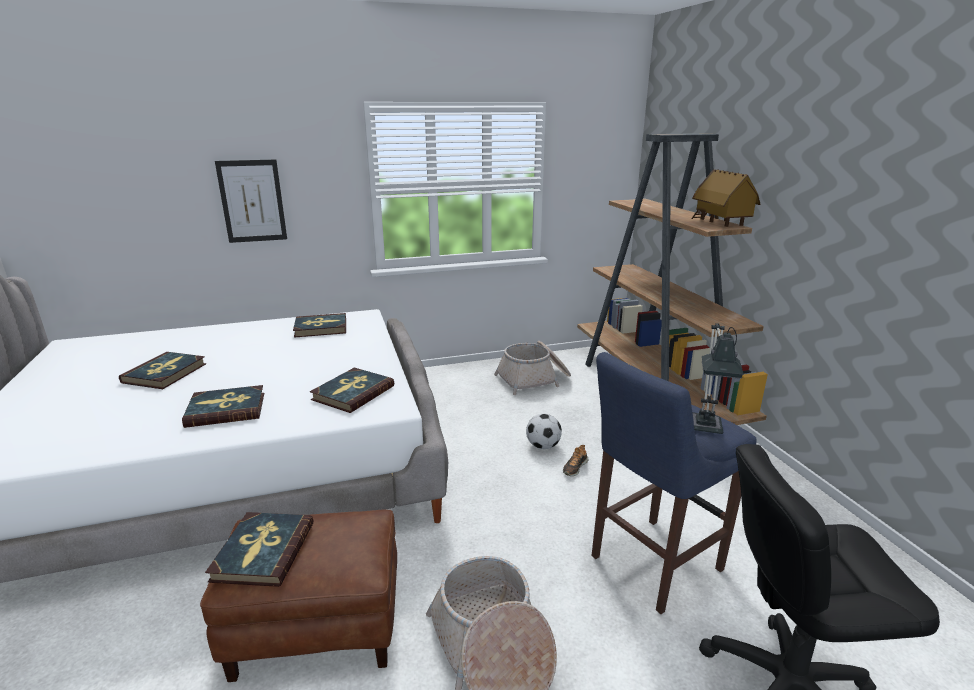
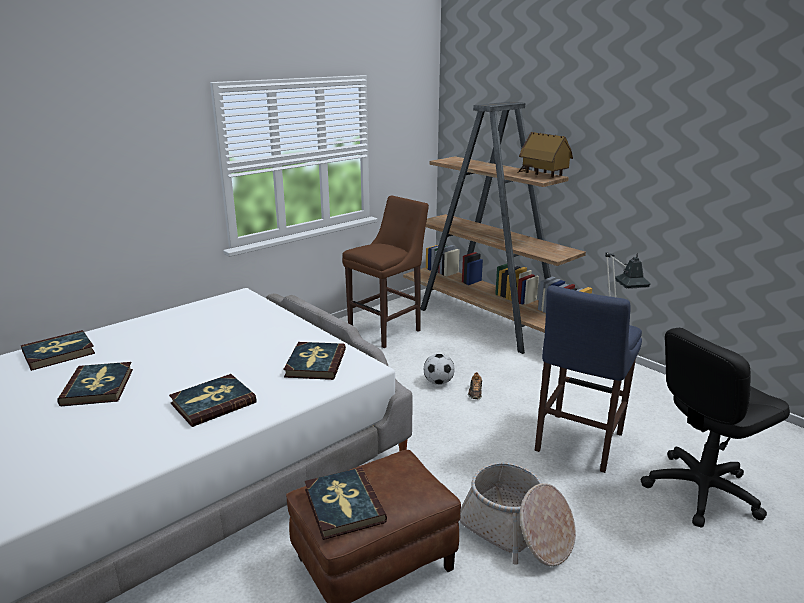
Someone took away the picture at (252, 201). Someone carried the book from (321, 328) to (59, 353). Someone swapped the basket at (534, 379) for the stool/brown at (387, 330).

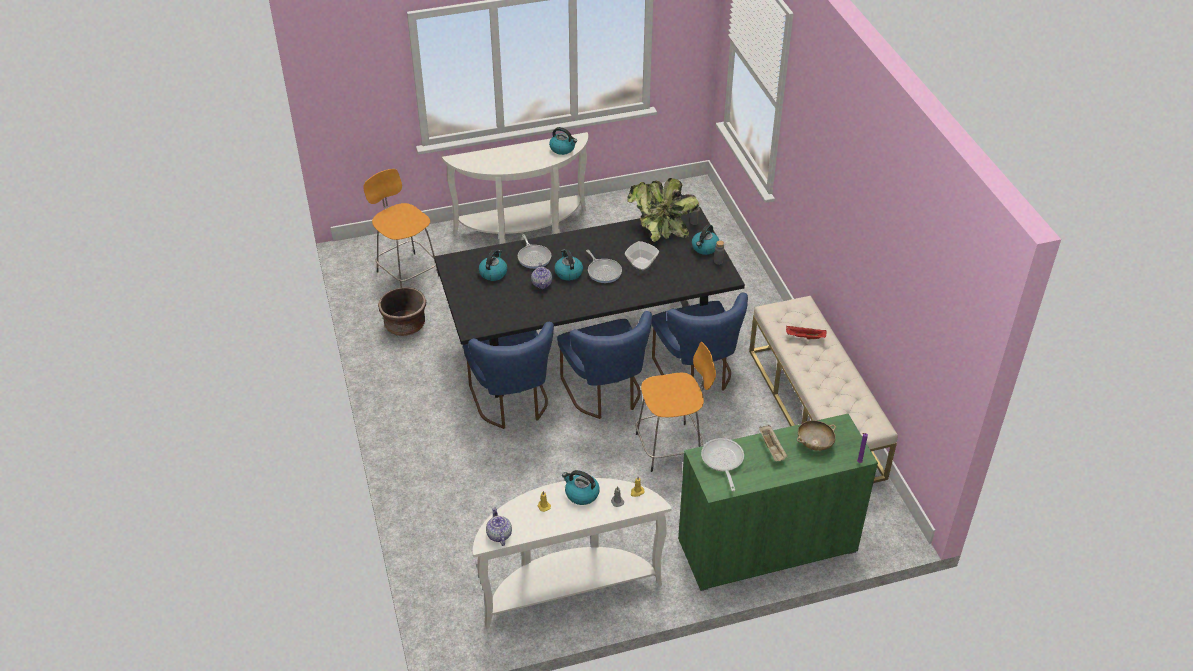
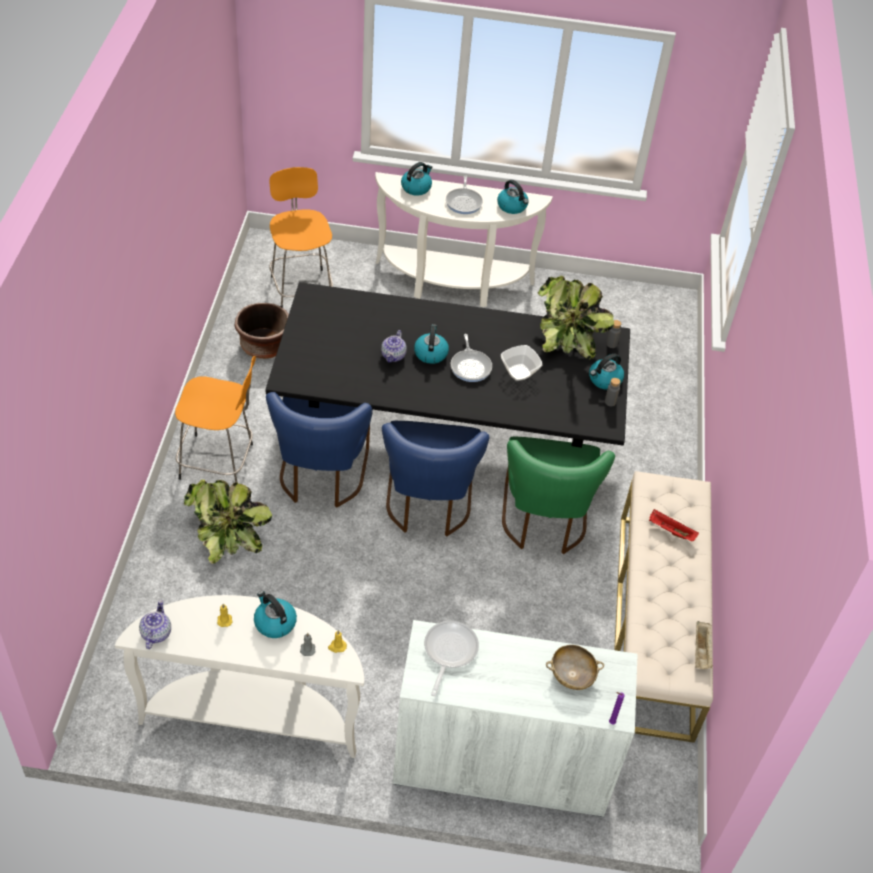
Someone carried the frying pan from (534, 257) to (464, 202). Someone carried the kettle from (493, 273) to (416, 187). Someone repainted the chair/blue at (696, 374), which became the chair/green at (544, 523). Someone carried the stool/orange from (671, 447) to (219, 462). Someone repainted the cabinet/green at (767, 546), which became the cabinet/white at (501, 763). Someone carried the tray/beige from (772, 449) to (701, 651). Someone put down the potted plant at (226, 537).

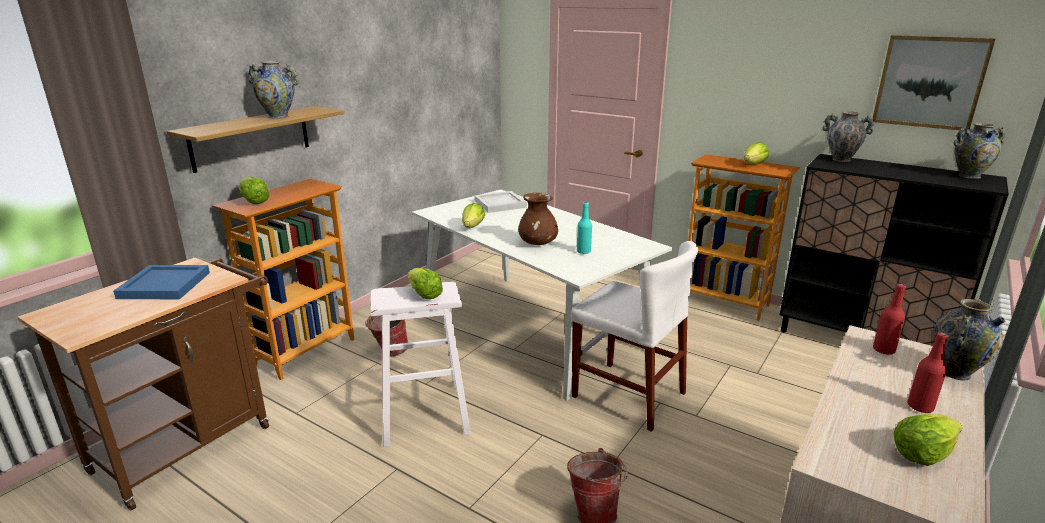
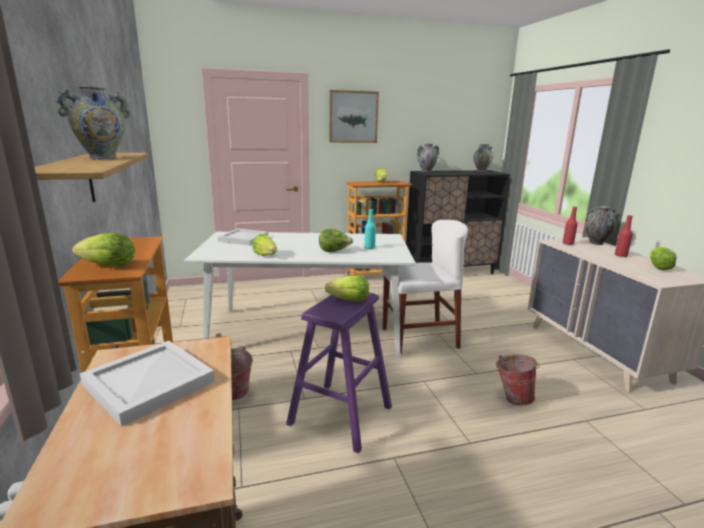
Someone carried the picture from (930, 82) to (353, 117). Someone swapped the vase/brown at (538, 243) for the lettuce at (334, 251). Someone repainted the tray/blue at (164, 285), which became the tray/white at (147, 383). Someone repainted the stool/white at (424, 413), which became the stool/purple at (340, 415).

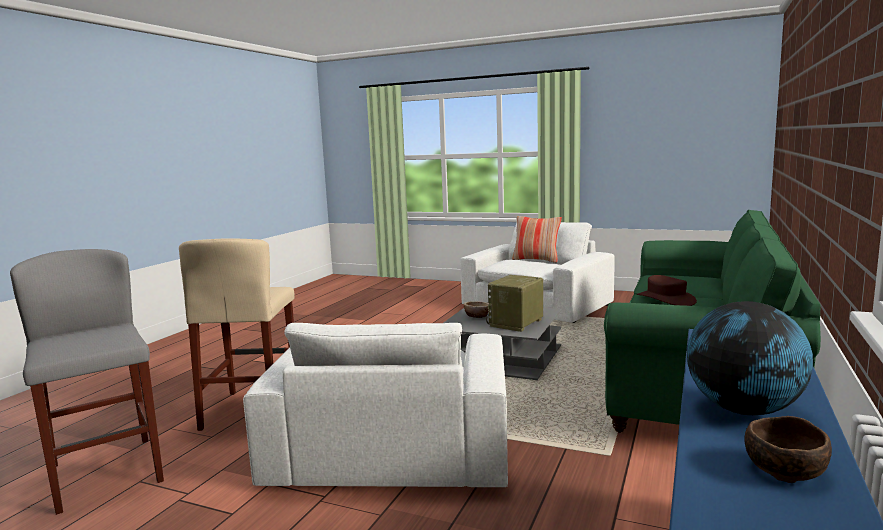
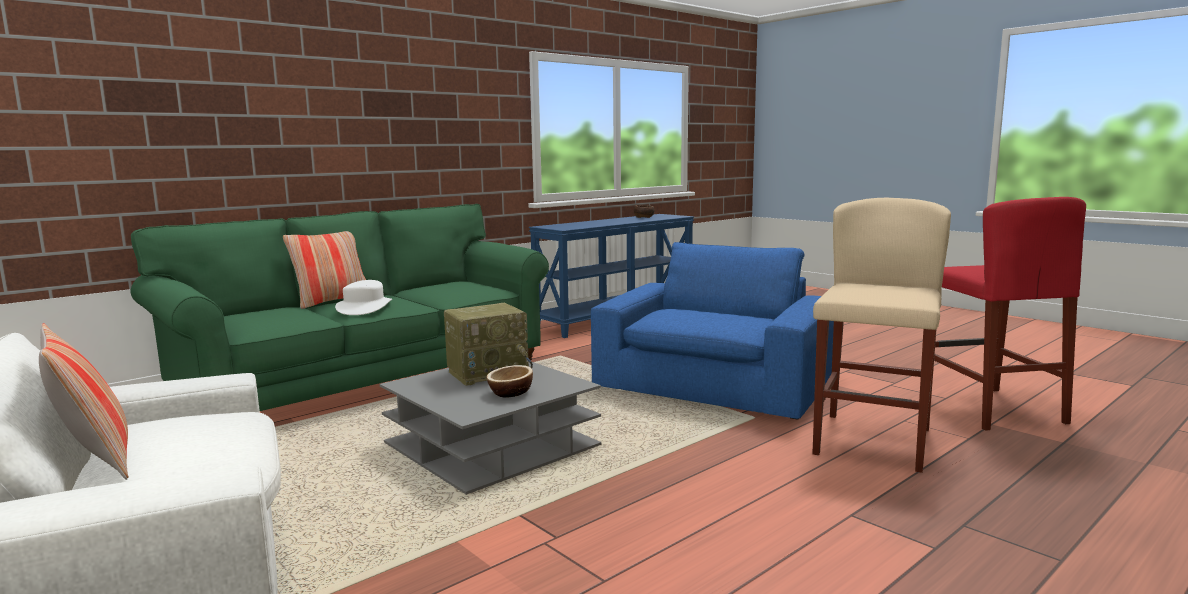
Someone repainted the stool/grey at (106, 473), which became the stool/red at (990, 408). Someone repainted the hat/brown at (666, 299), which became the hat/white at (364, 308). Someone took away the globe at (744, 410). Someone repainted the armchair/white at (391, 446), which became the armchair/blue at (714, 384). Someone put down the pillow at (332, 301).

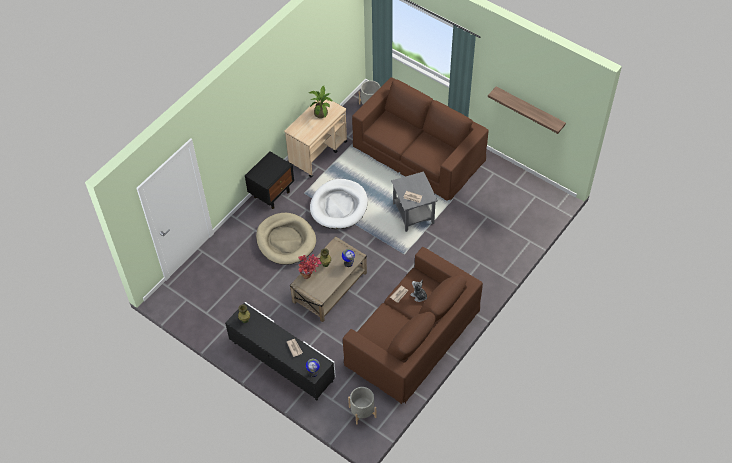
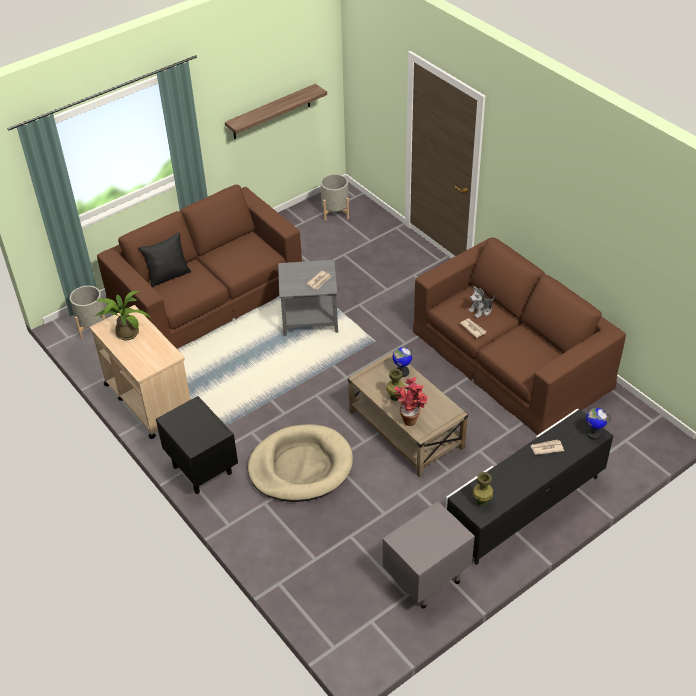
Someone took away the dog bed/white at (339, 206). Someone carried the planter/grey from (362, 412) to (335, 212). Someone put down the pillow/black at (168, 275). Someone put down the nightstand/grey at (425, 580).

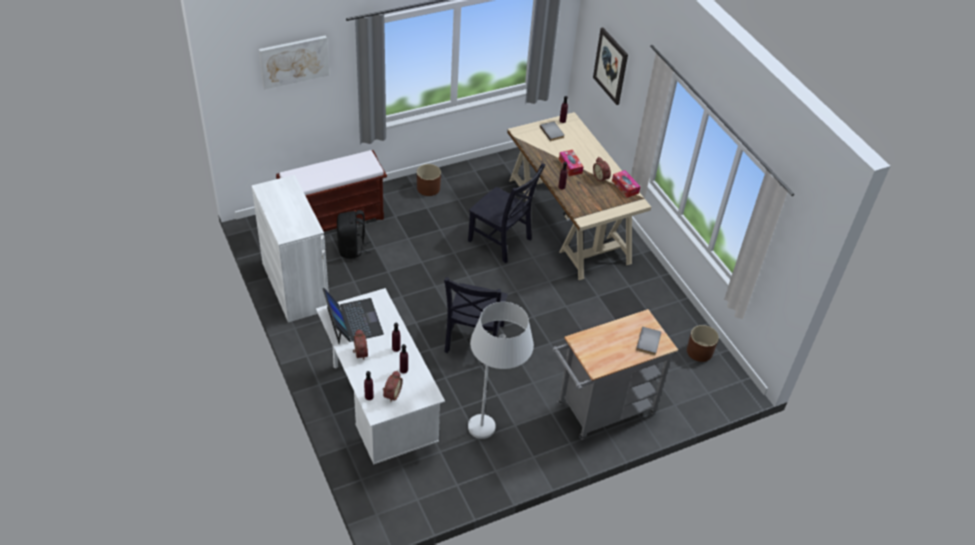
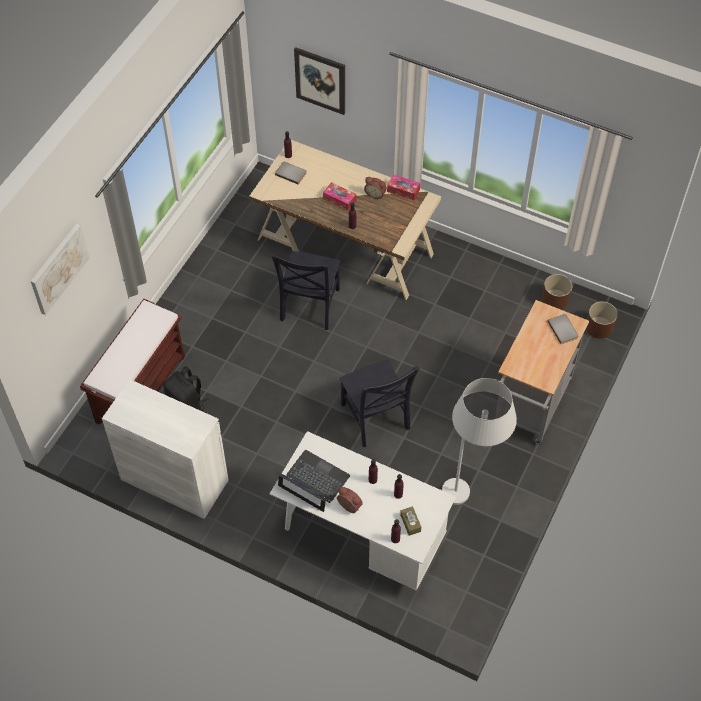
Someone rotated the chair/black at (501, 241) by 105 degrees clockwise. Someone carried the planter/brown from (428, 188) to (599, 327). Someone swapped the alarm clock at (391, 394) for the tissue box/brown at (410, 523).

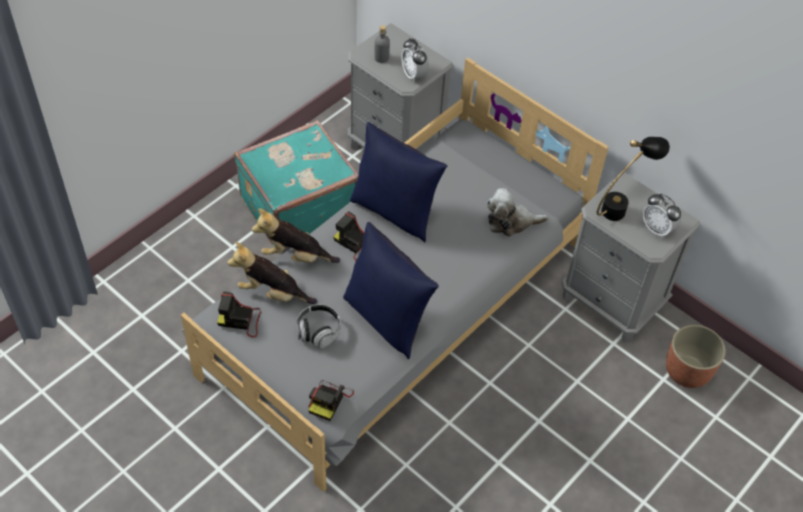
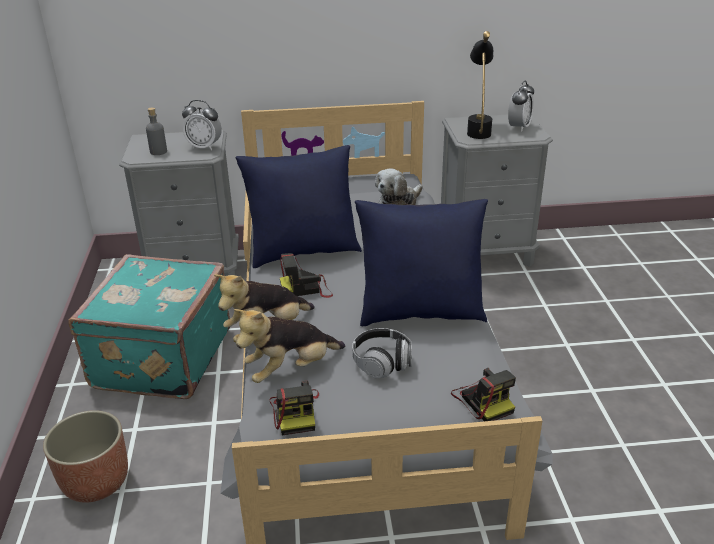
Someone rotated the alarm clock at (657, 229) by 60 degrees counterclockwise. Someone rotated the photo camera at (241, 320) by 60 degrees counterclockwise. Someone carried the planter from (687, 370) to (96, 481).

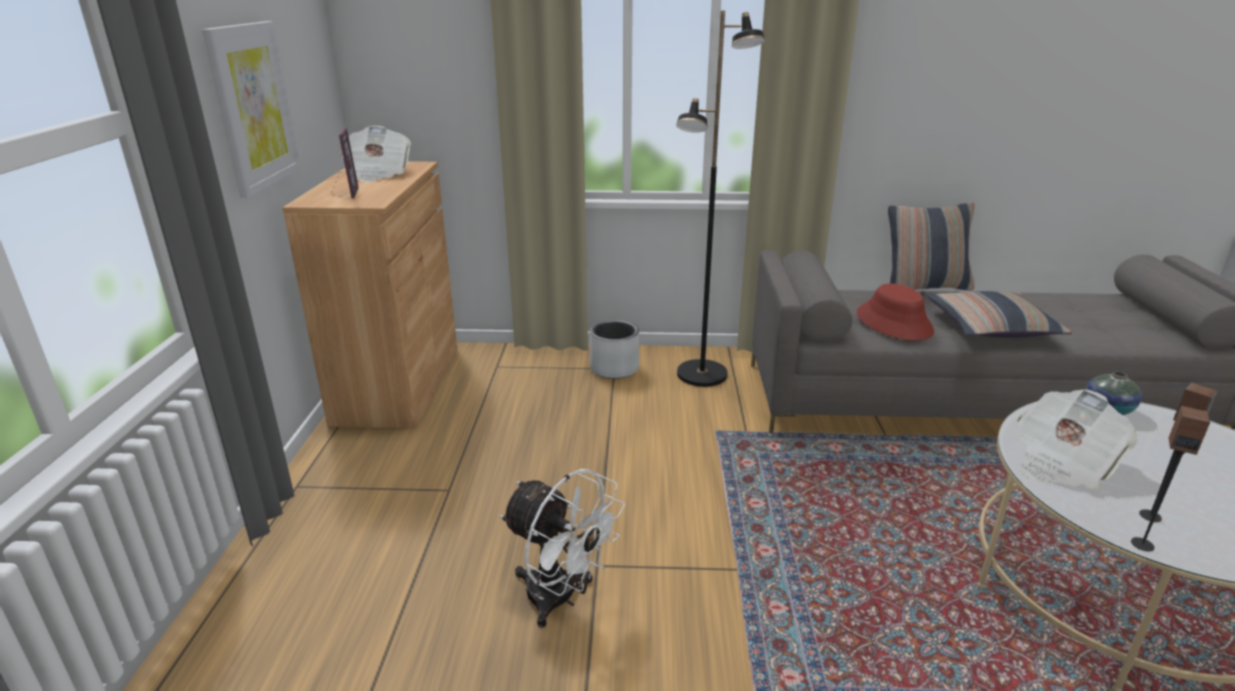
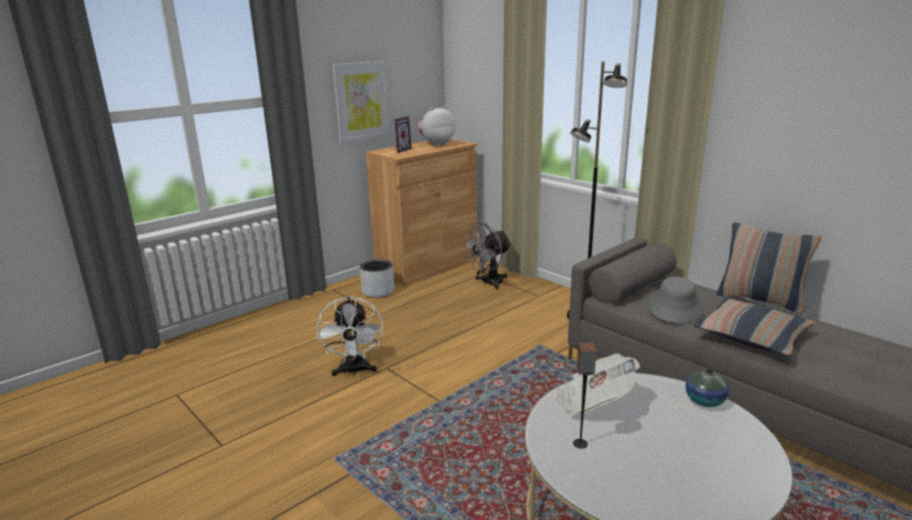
Someone swapped the newspaper at (378, 173) for the plush toy at (436, 144). Someone repainted the hat/red at (894, 322), which became the hat/grey at (675, 308). Someone carried the planter/grey from (615, 368) to (378, 292). Someone took away the speaker at (1142, 544). Someone put down the fan/grey at (488, 283).

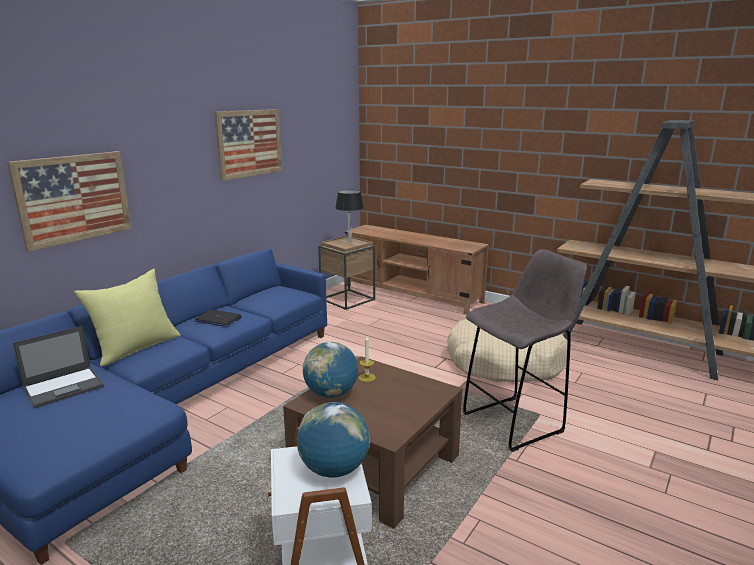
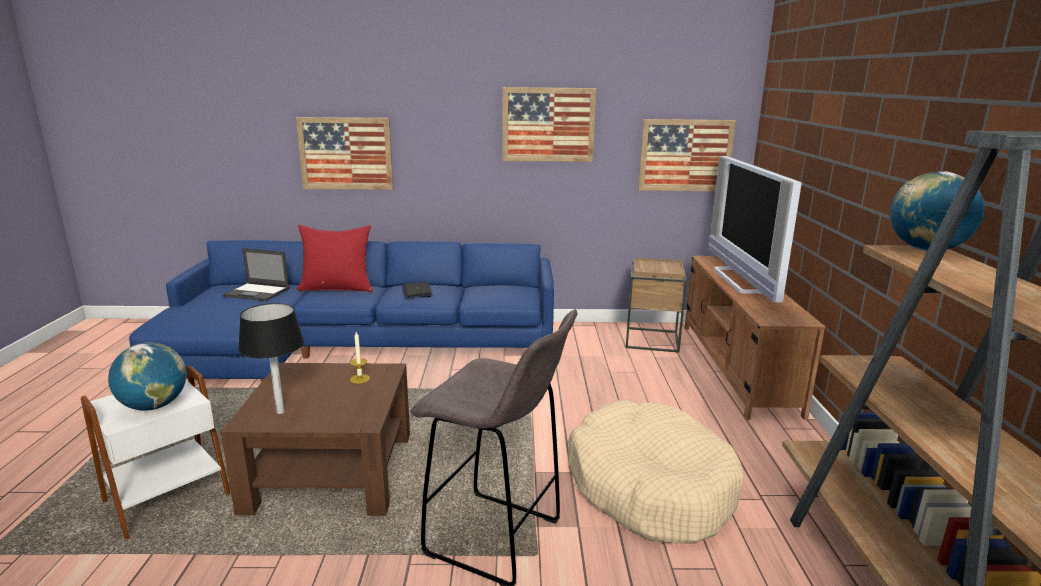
Someone carried the table lamp/black from (350, 241) to (280, 412). Someone repainted the pillow/yellow at (136, 347), which became the pillow/red at (337, 288). Someone carried the globe from (331, 394) to (926, 250). Someone put up the picture at (685, 155). Someone put down the television at (741, 280).

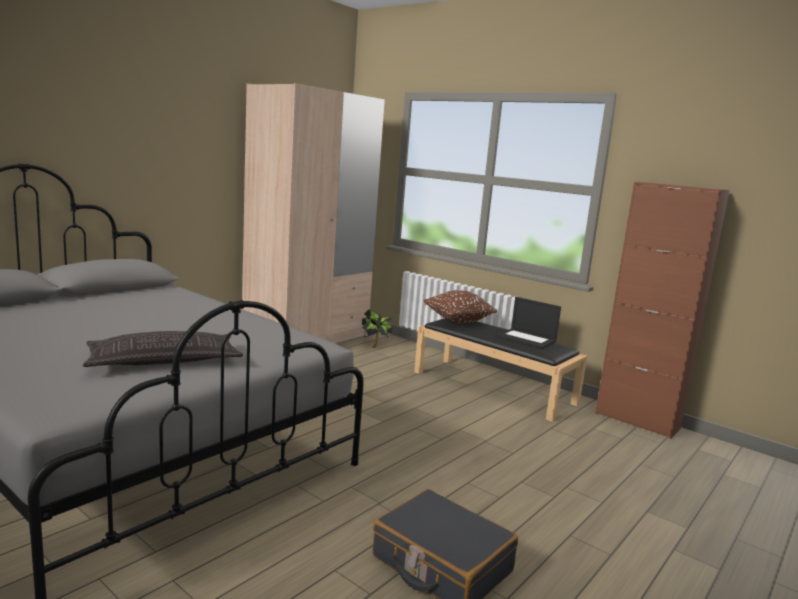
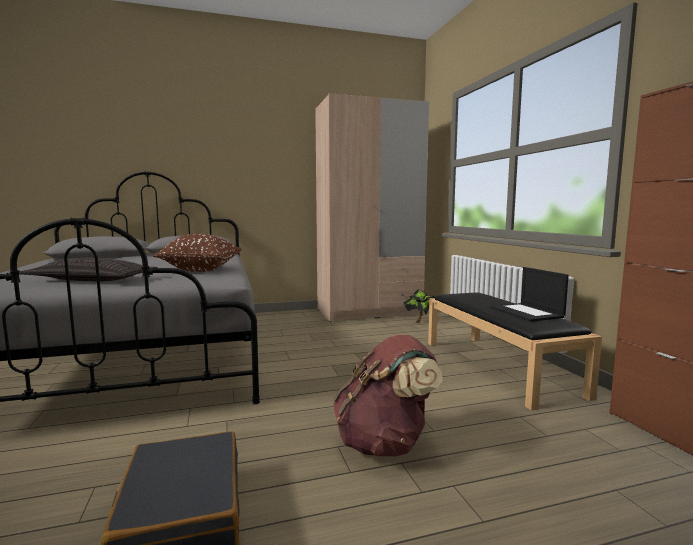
Someone carried the pillow/brown from (458, 320) to (201, 270). Someone put down the backpack/brown at (385, 444).

